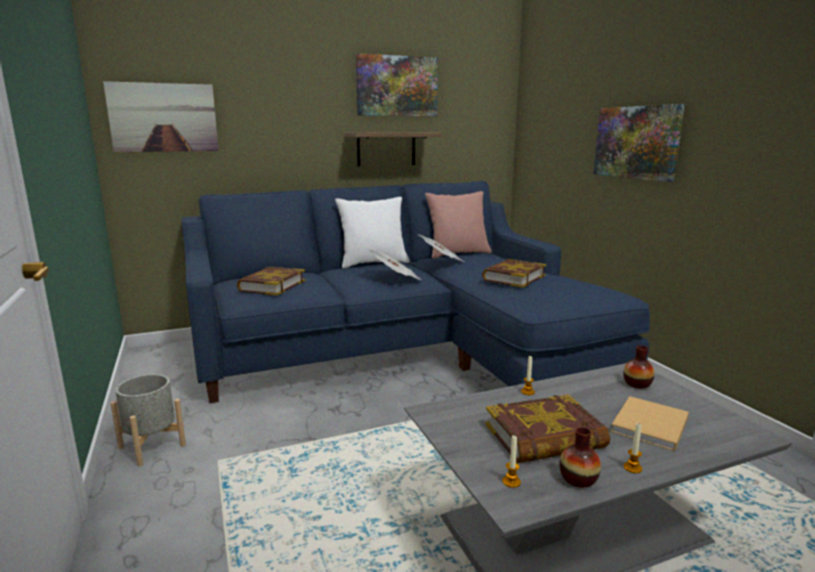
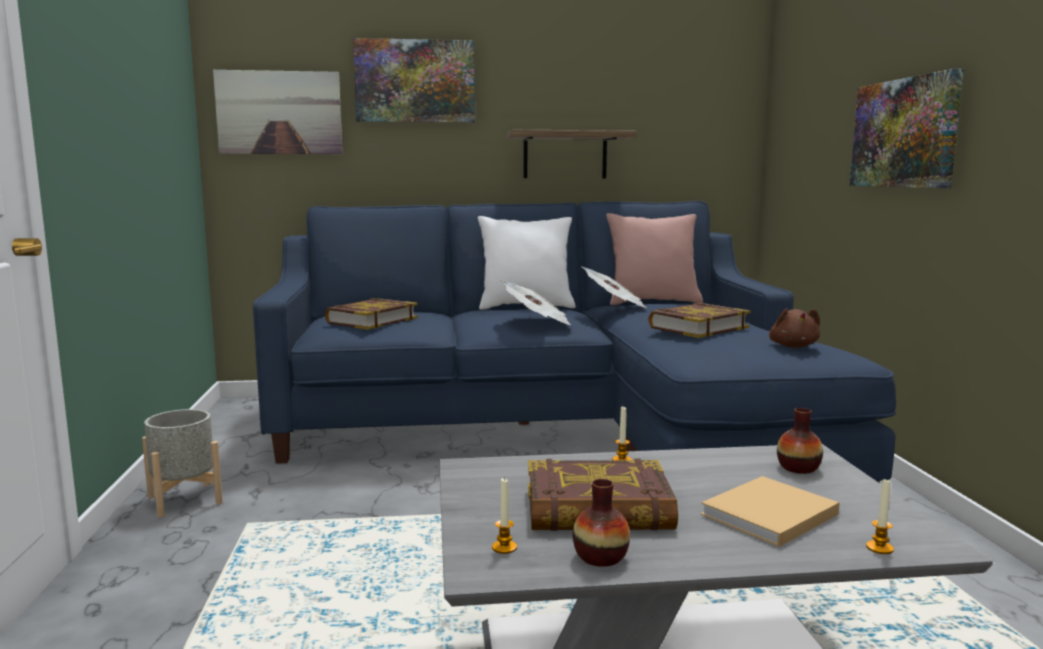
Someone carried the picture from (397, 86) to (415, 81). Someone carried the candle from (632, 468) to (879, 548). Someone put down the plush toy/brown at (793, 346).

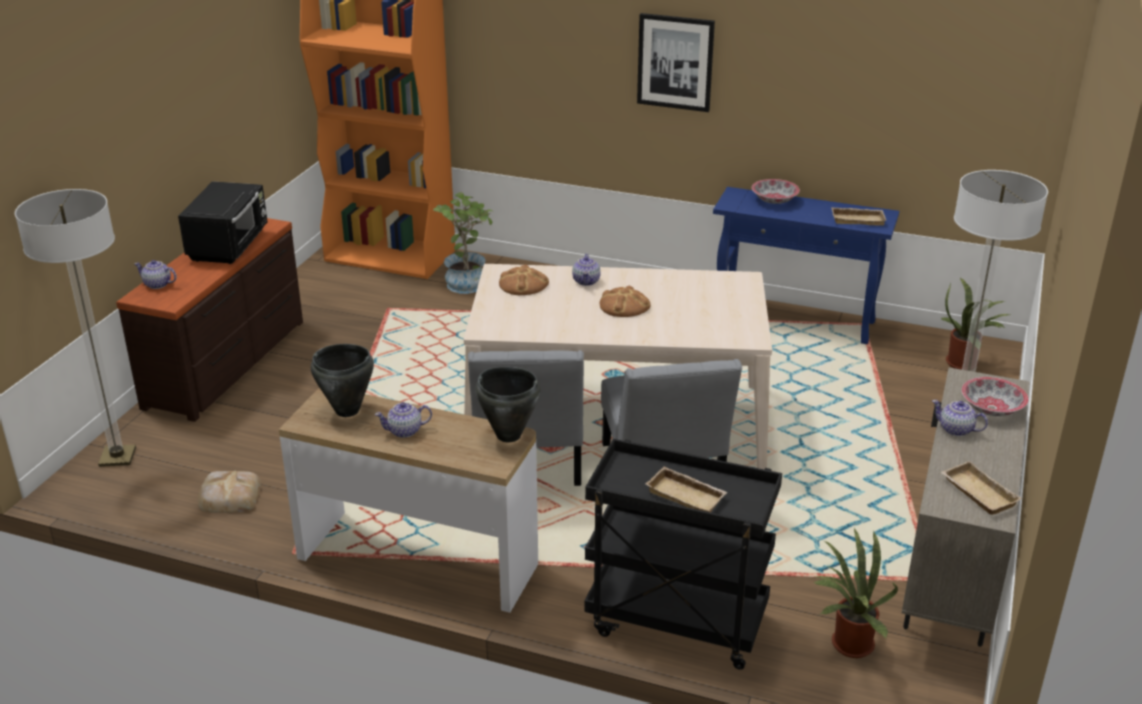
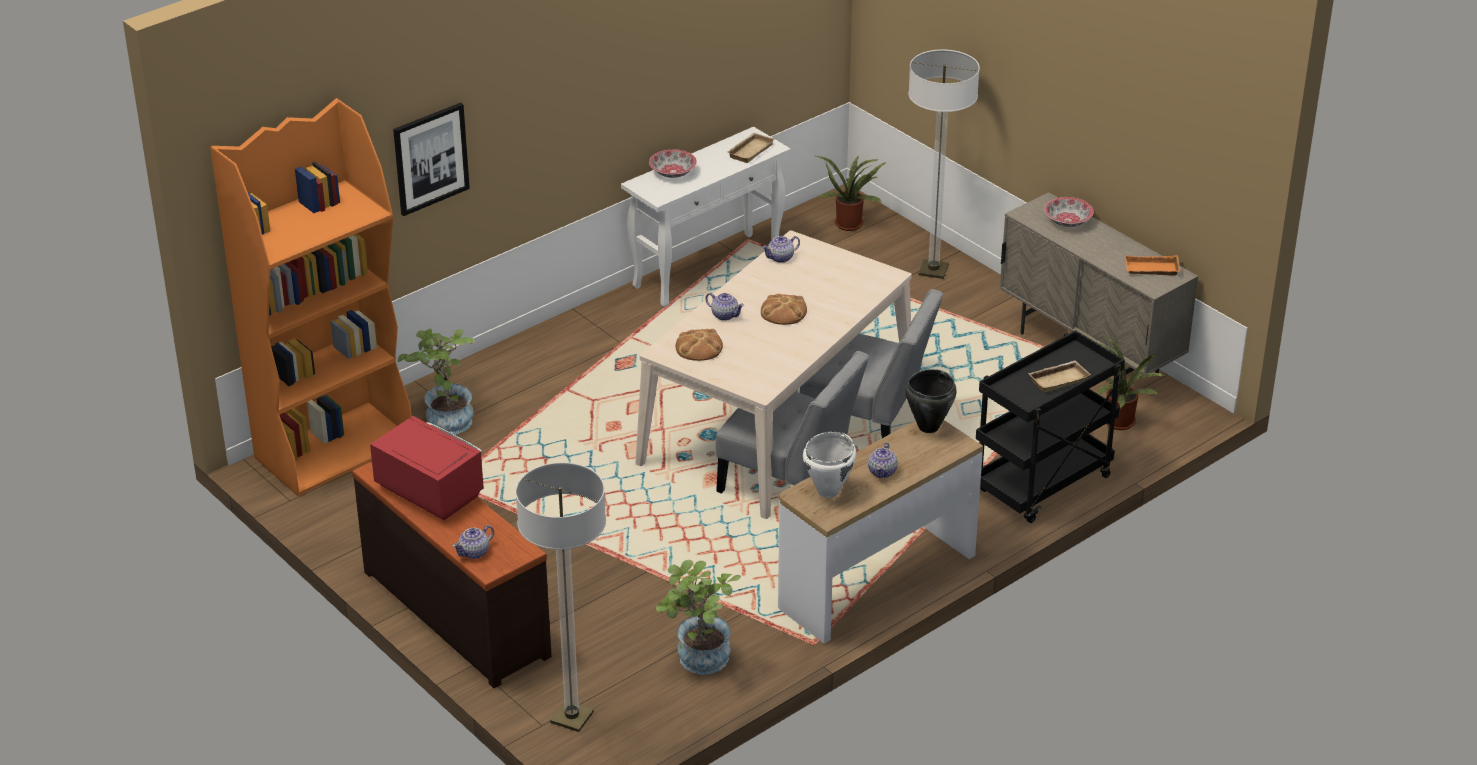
Someone carried the picture from (675, 62) to (430, 158). Someone repainted the microwave/black at (230, 245), which became the microwave/red at (429, 491). Someone repainted the console table/blue at (796, 320), which became the console table/white at (708, 269). Someone repainted the cooking pot/black at (347, 411), which became the cooking pot/white at (829, 491). Someone carried the teapot from (956, 430) to (781, 258). Someone repainted the tray/beige at (976, 493), which became the tray/orange at (1151, 270). Someone swapped the bread at (229, 496) for the potted plant at (698, 662).

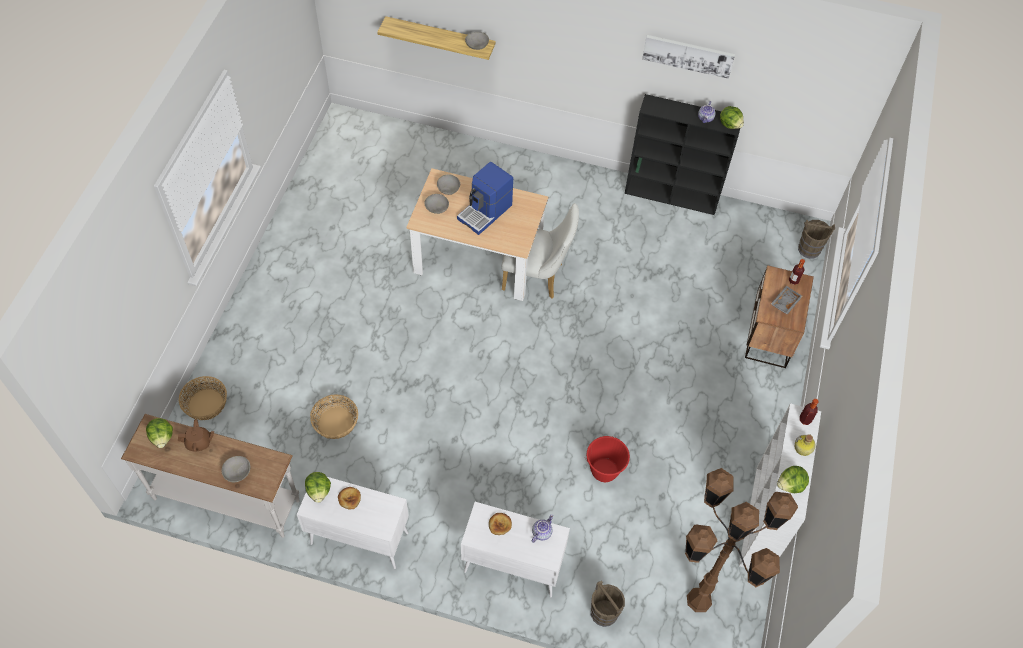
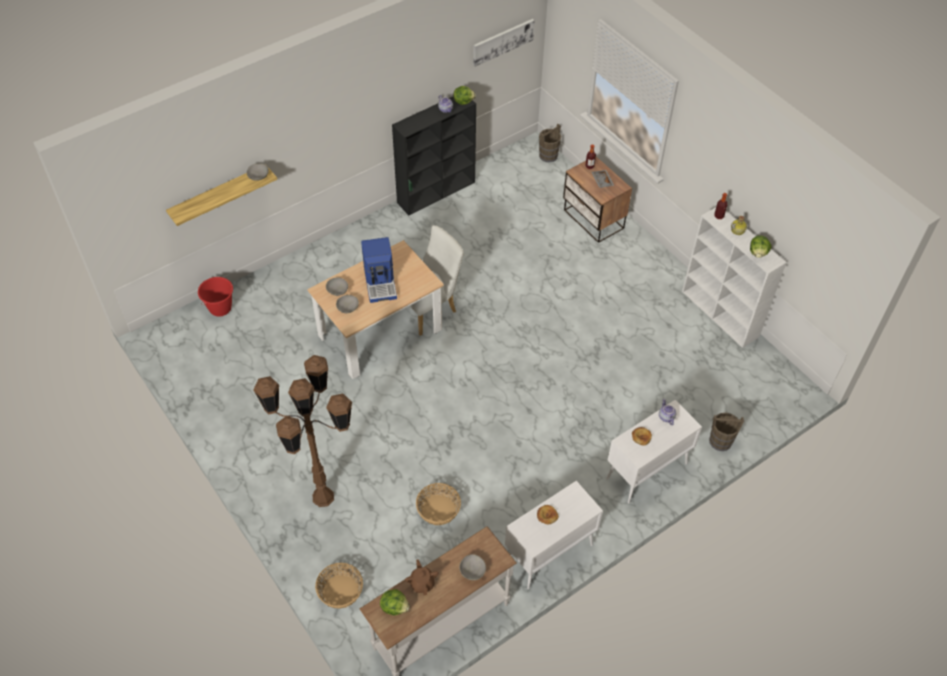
Someone carried the picture from (688, 55) to (503, 41). Someone rotated the teapot/brown at (199, 442) by 45 degrees counterclockwise. Someone carried the bucket/red from (604, 470) to (220, 308). Someone carried the floor lamp/brown from (698, 600) to (322, 497). Someone took away the lettuce at (319, 491).

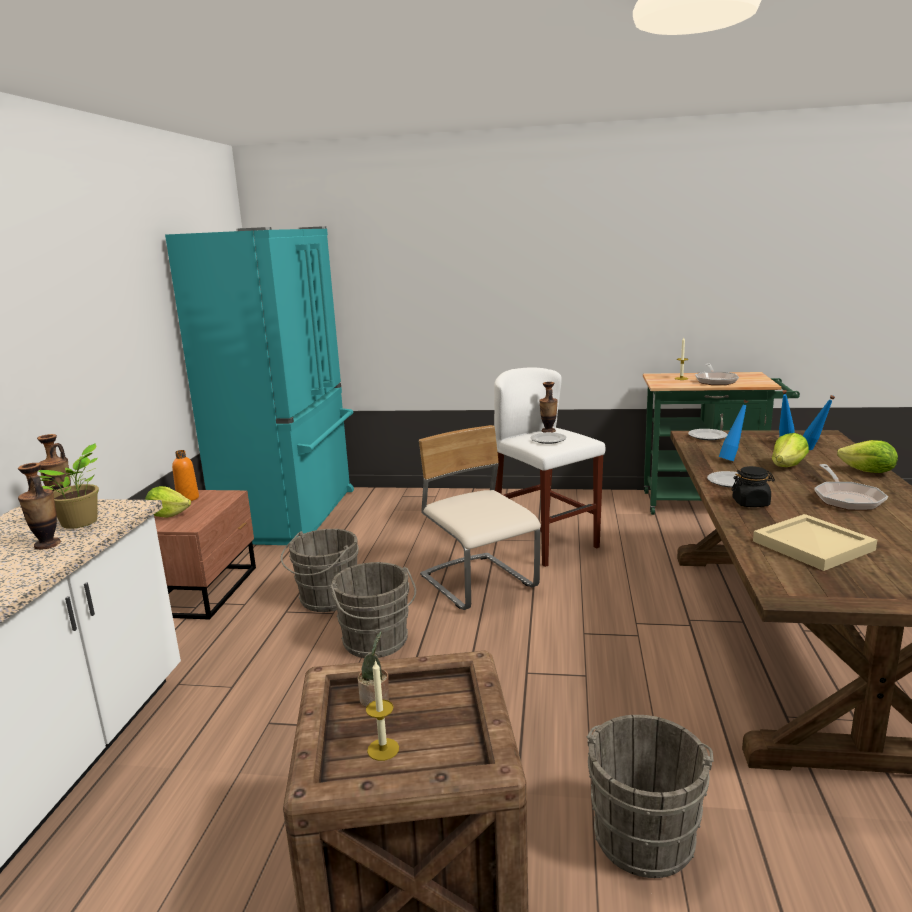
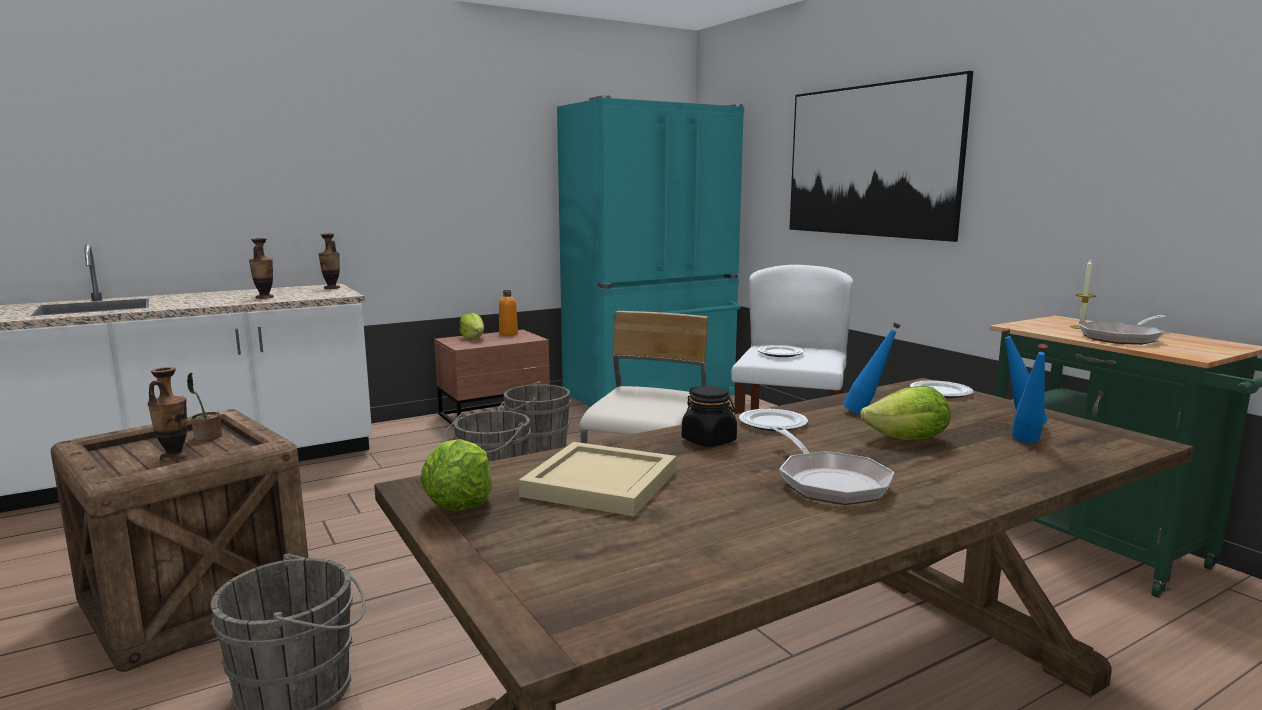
Someone carried the vase from (548, 431) to (174, 457). Someone carried the lettuce from (868, 472) to (460, 504). Someone took away the potted plant at (81, 523). Someone rotated the frying pan at (846, 498) by 75 degrees counterclockwise. Someone took away the candle at (383, 749). Someone put up the picture at (870, 161).

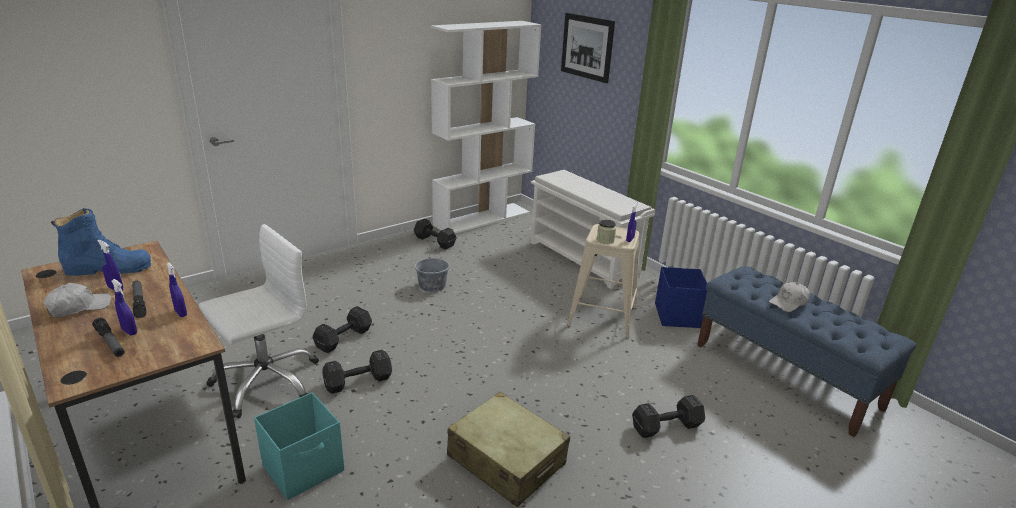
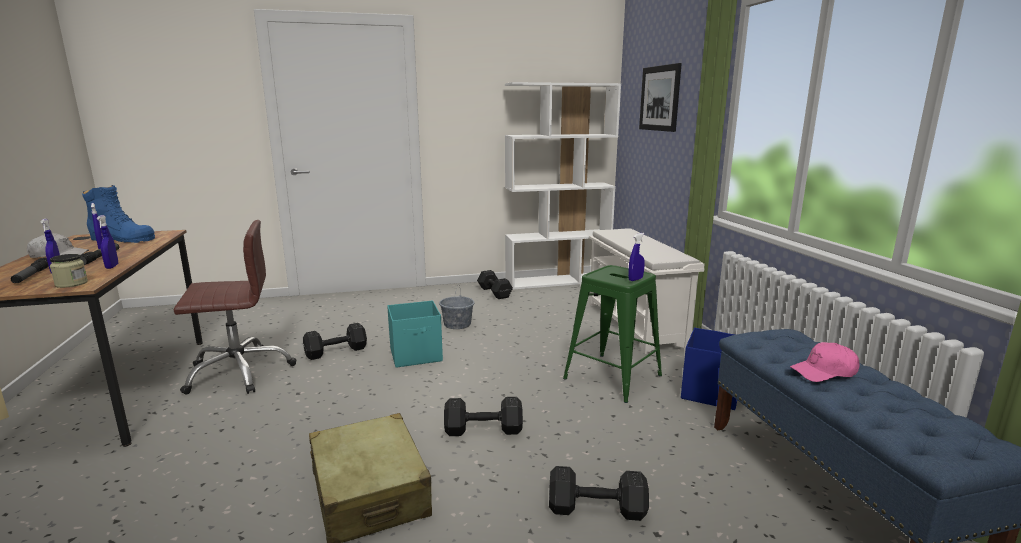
Someone carried the jar from (605, 240) to (71, 283). Someone repainted the office chair/white at (266, 381), which became the office chair/brown at (239, 372). Someone repainted the stool/beige at (602, 316), which became the stool/green at (612, 377). Someone repainted the cap/white at (789, 302), which became the cap/pink at (824, 372). Someone carried the dumbbell/black from (360, 381) to (485, 430). Someone carried the storage box/turquoise from (305, 468) to (416, 355).

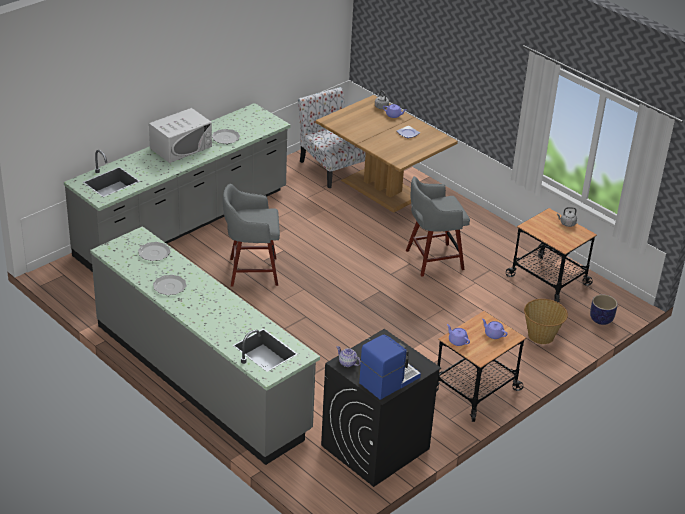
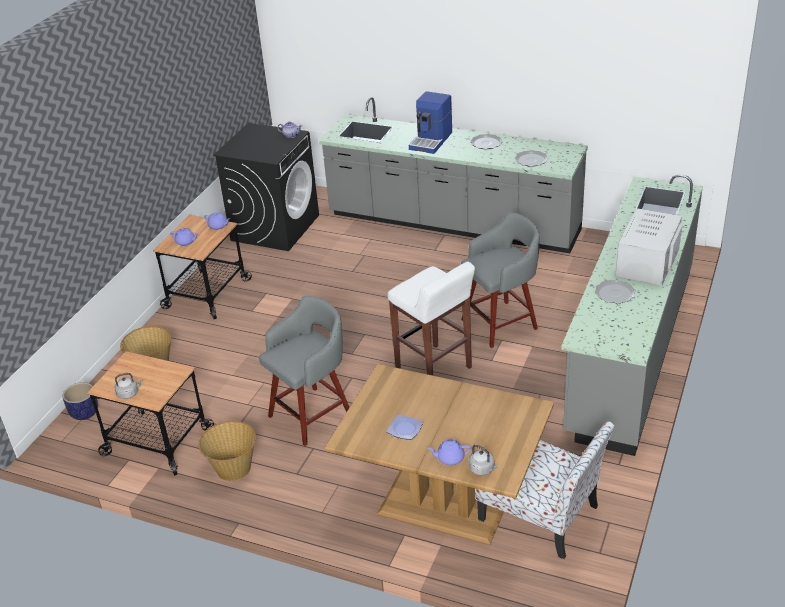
Someone carried the coffee machine from (388, 380) to (431, 141). Someone put down the stool/white at (434, 369). Someone put down the basket at (233, 469).

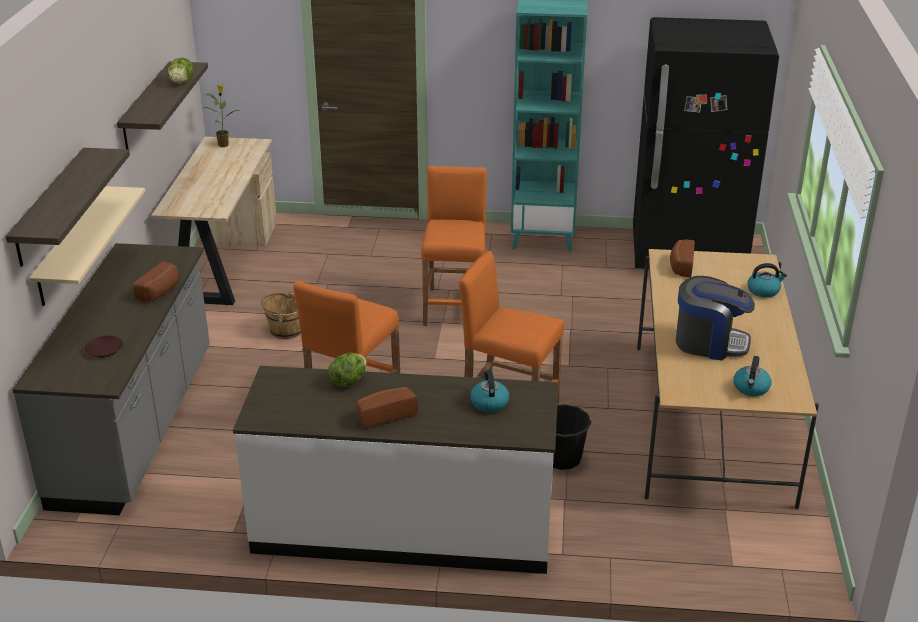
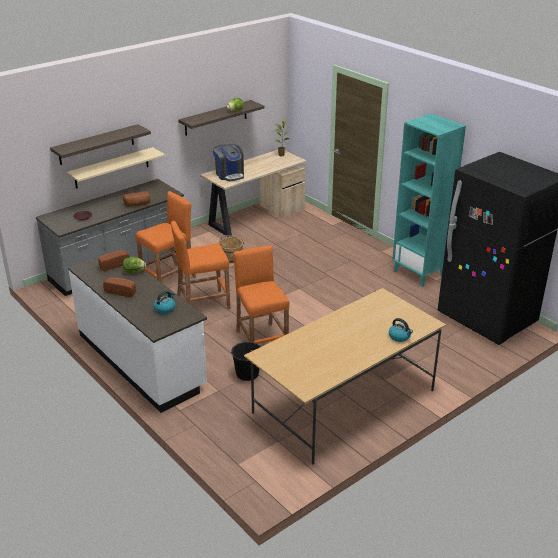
Someone carried the stool/orange from (455, 307) to (168, 278). Someone carried the bread from (680, 266) to (113, 265). Someone carried the coffee machine from (710, 343) to (229, 175). Someone took away the kettle at (751, 388).

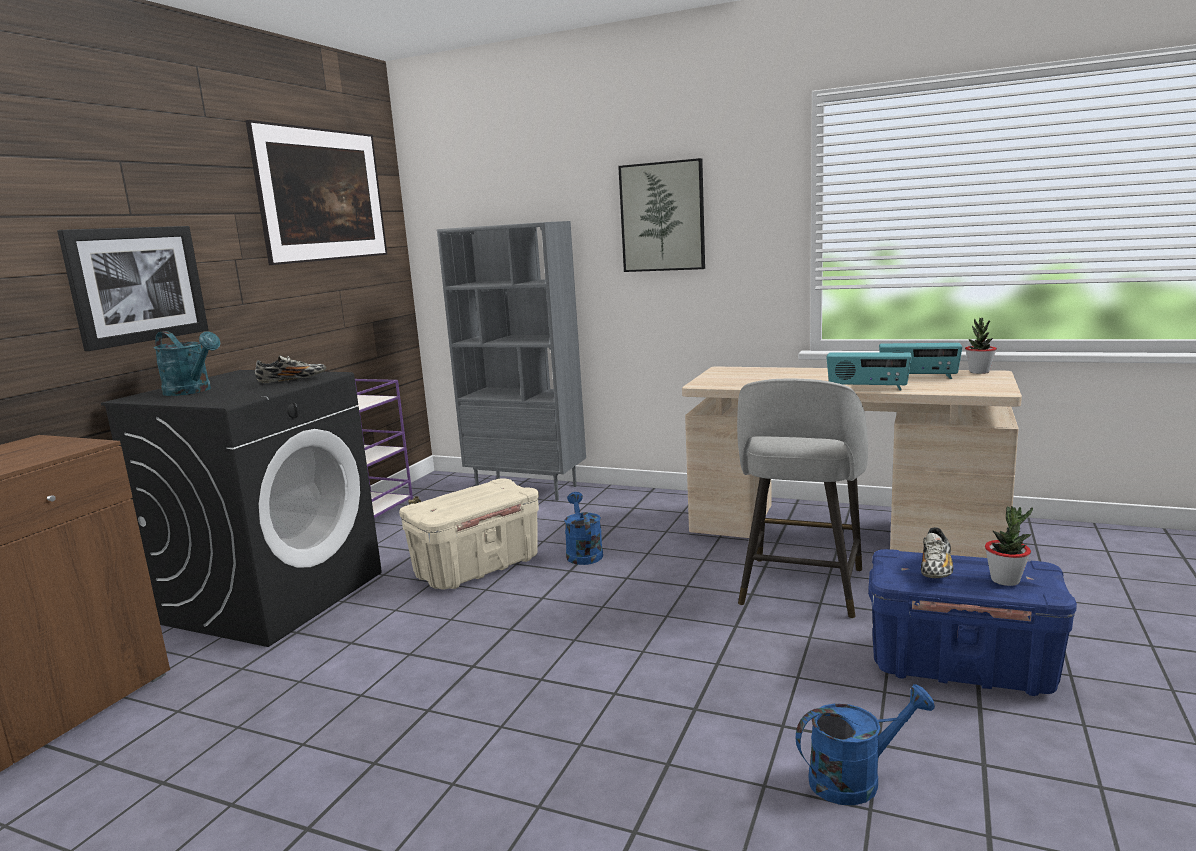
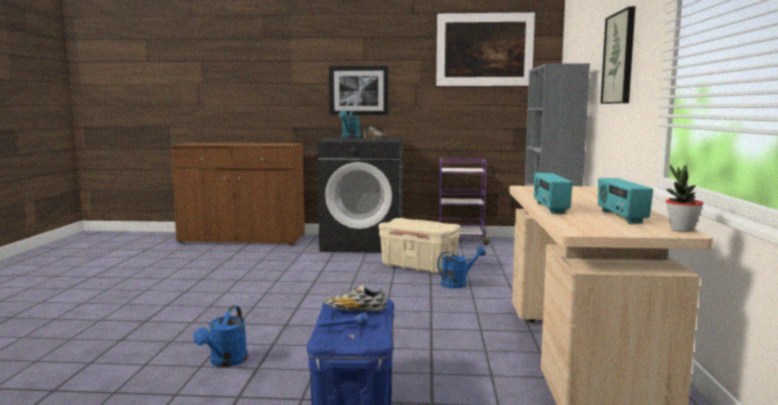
Someone took away the stool/grey at (800, 589). Someone swapped the potted plant at (1005, 580) for the flashlight/blue at (342, 327). Someone rotated the watering can/blue at (855, 778) by 45 degrees clockwise.

